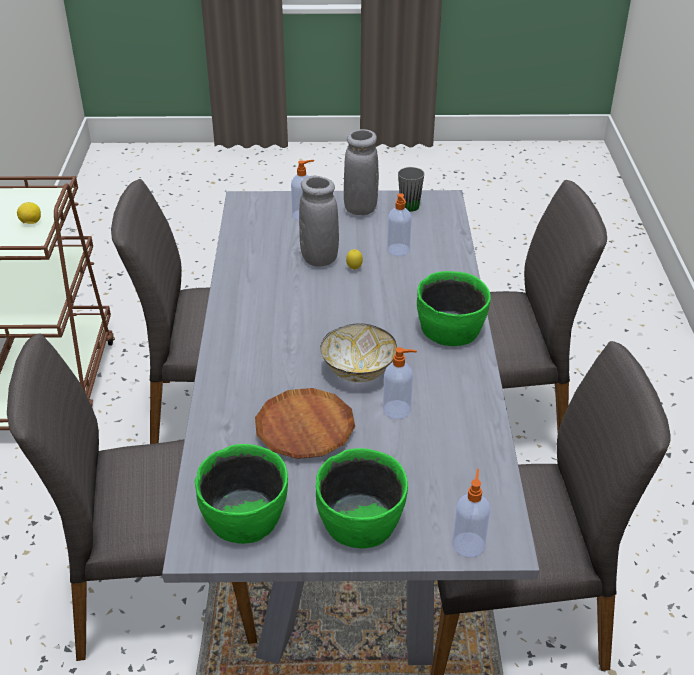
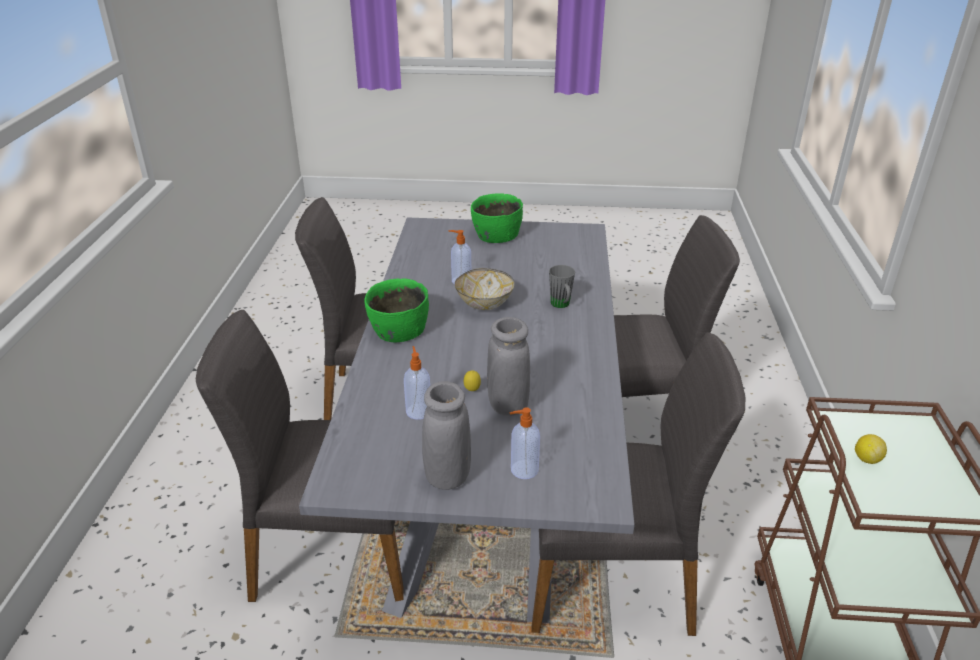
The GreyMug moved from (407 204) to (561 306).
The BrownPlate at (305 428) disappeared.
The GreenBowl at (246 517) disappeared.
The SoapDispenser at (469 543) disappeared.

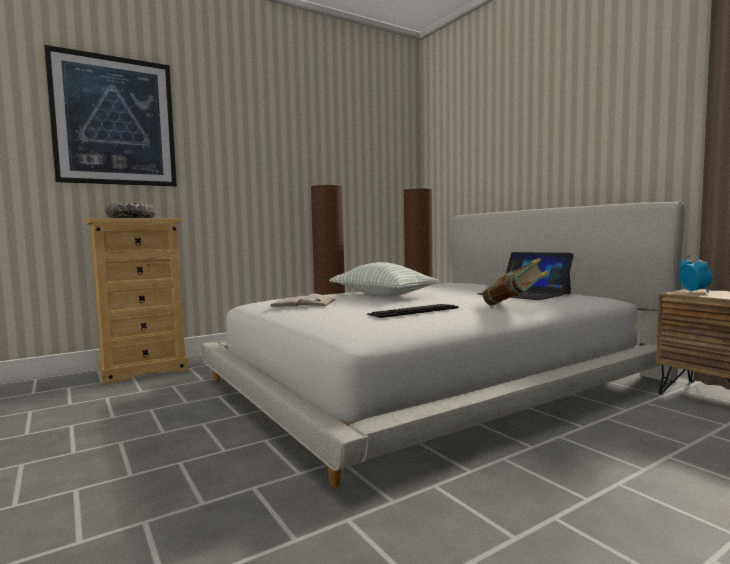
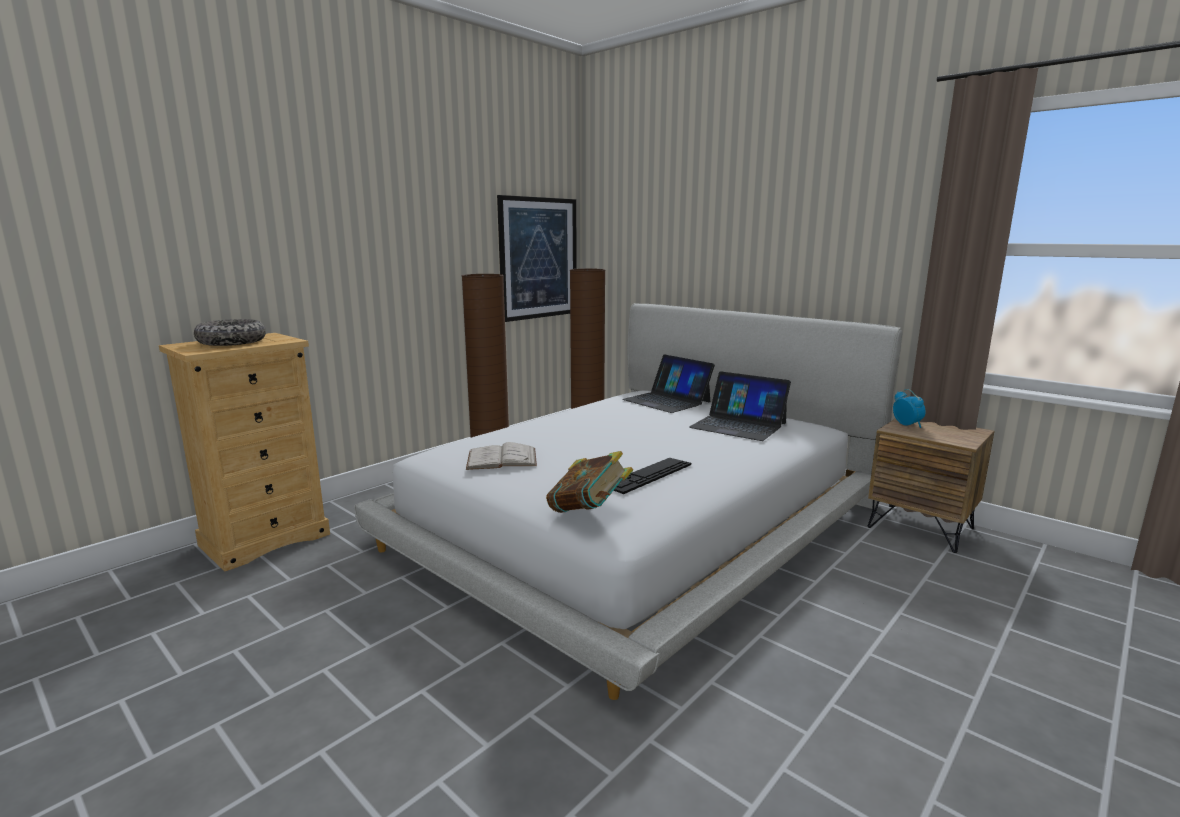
The Picture moved from (115 121) to (538 258).
The Book moved from (514 306) to (589 512).
The Pillow at (382 295) disappeared.
The Laptop at (667 401) appeared.

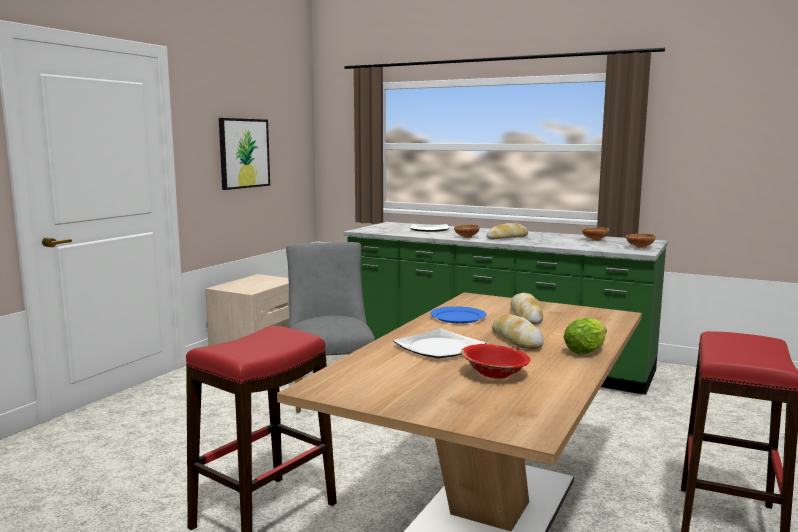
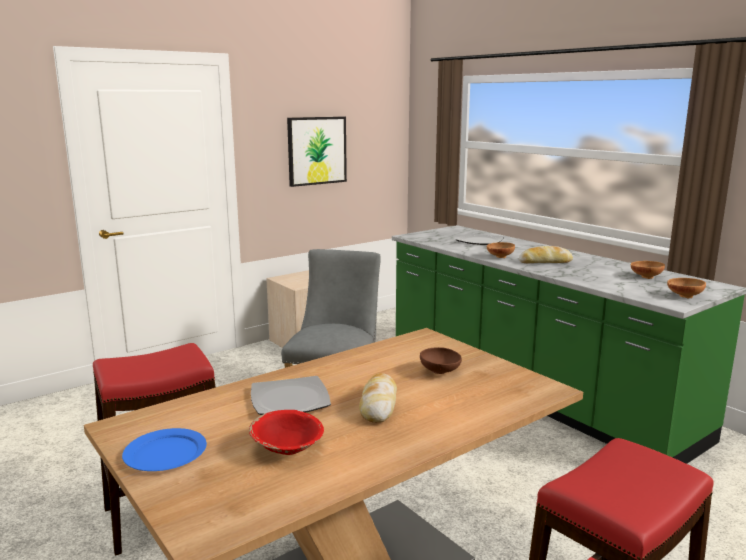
The Bread at (526 315) was replaced by the BrownBowl at (440 372).
The BluePlate moved from (458 317) to (164 454).
The Lettuce at (587 351) disappeared.

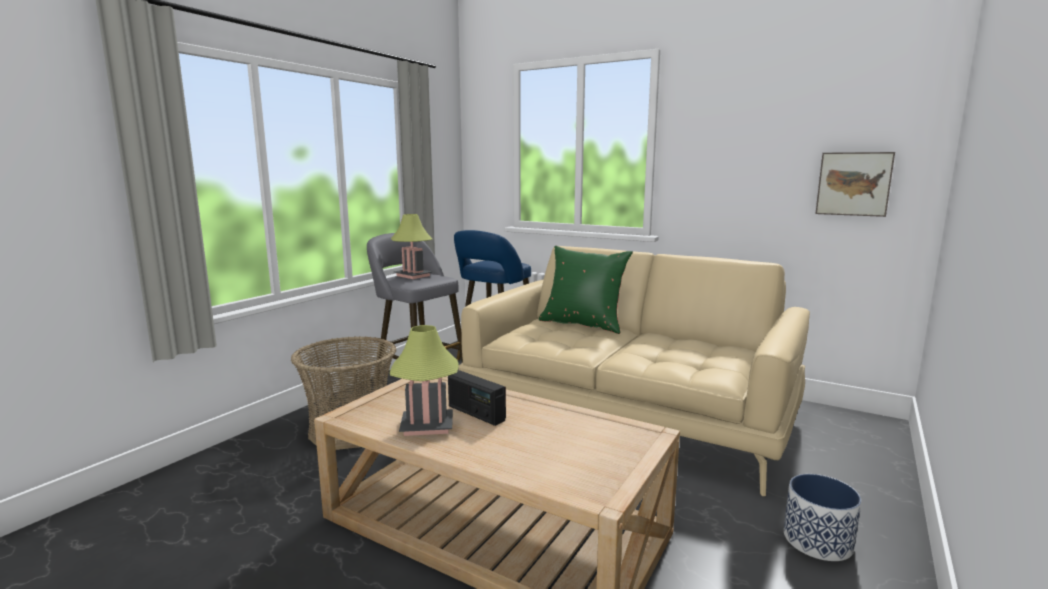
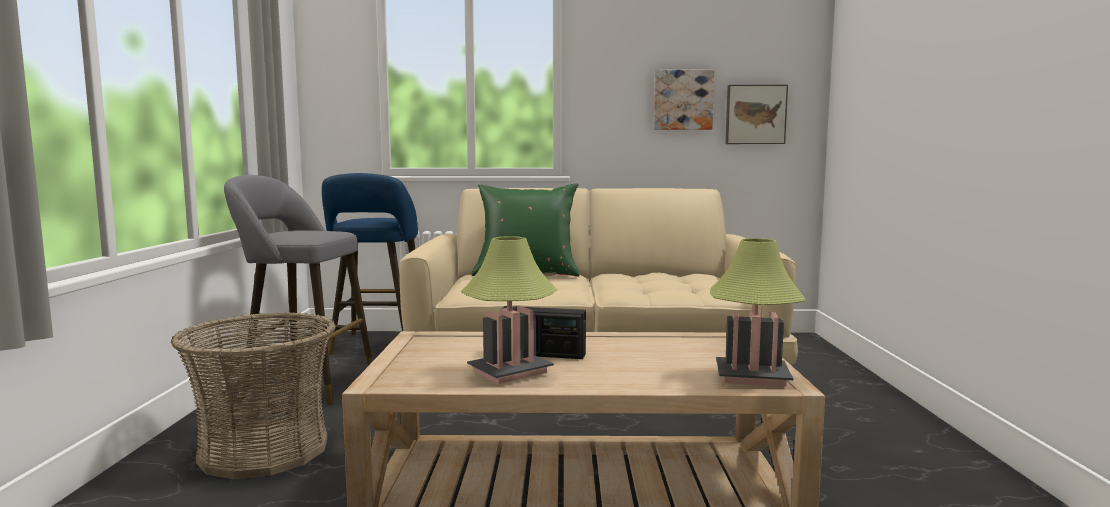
The TableLamp moved from (413 276) to (752 376).
The Planter at (818 541) disappeared.
The Picture at (682 100) appeared.

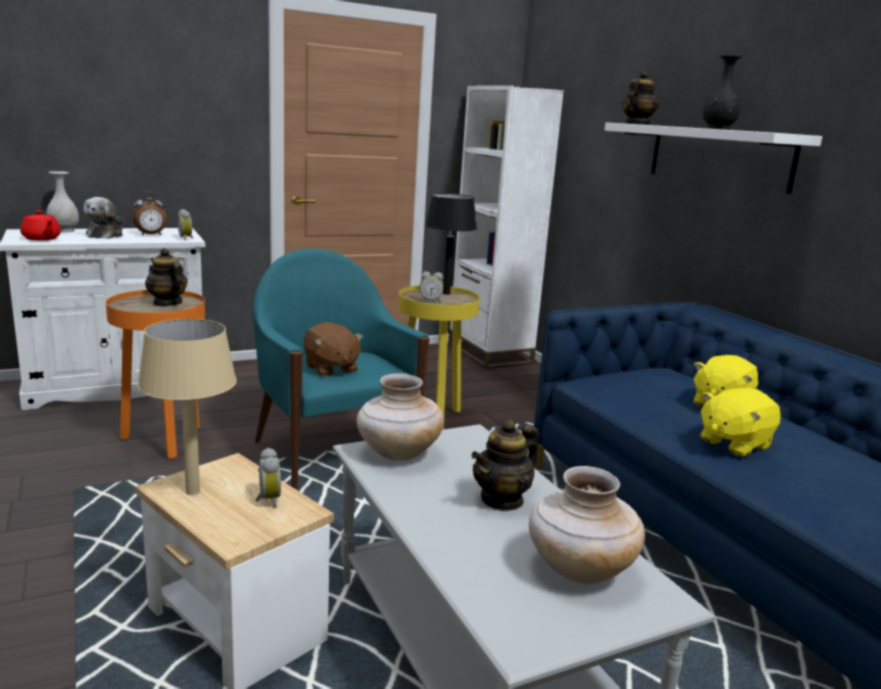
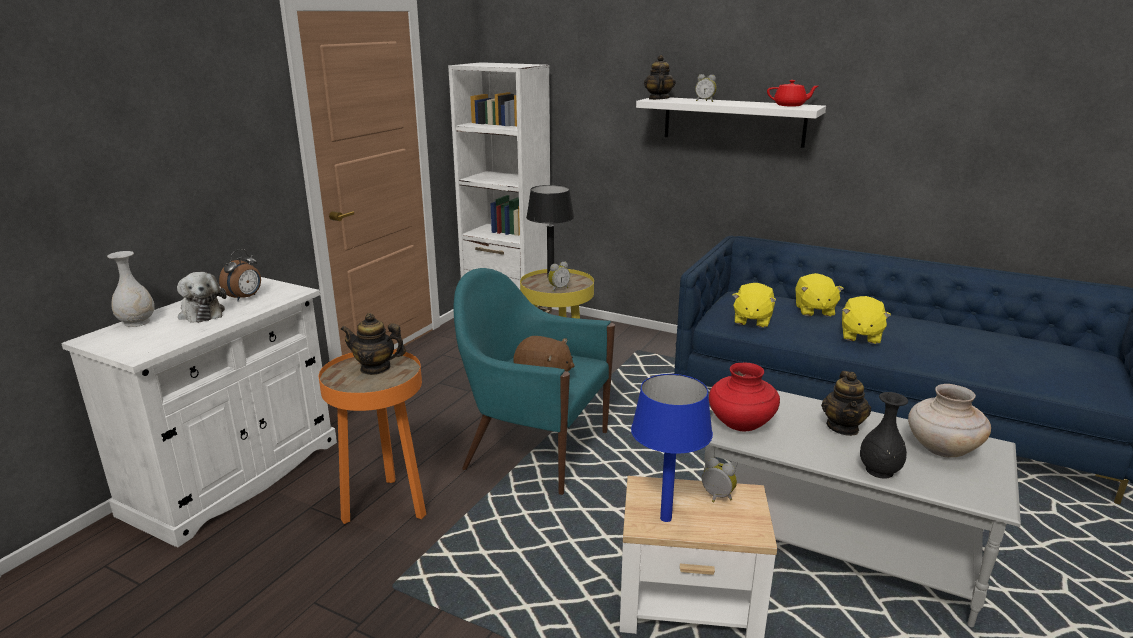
The BlackVase moved from (717 128) to (879 471).
The AlarmClock moved from (186 238) to (705 101).
The RedTeapot moved from (41 239) to (790 105).
The BeigeTableLamp at (192 491) became the BlueTableLamp at (665 518).
The BeigeVase at (398 453) became the RedVase at (740 424).
The YellowPlushToy at (751 320) appeared.

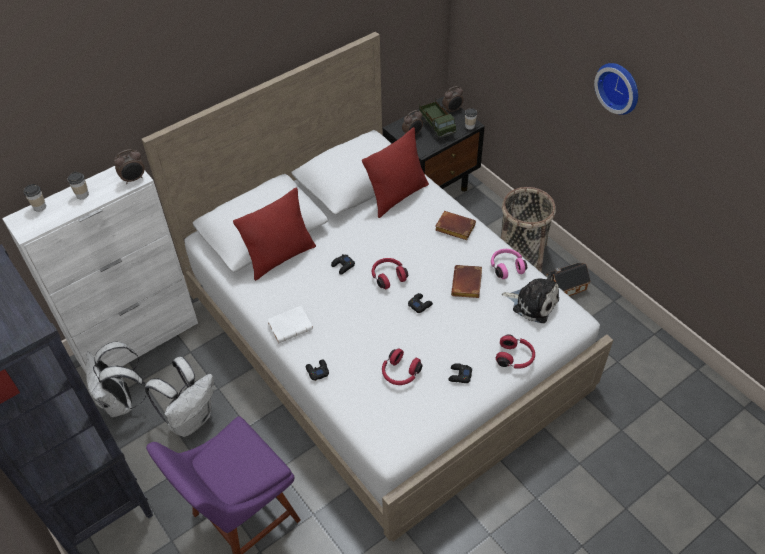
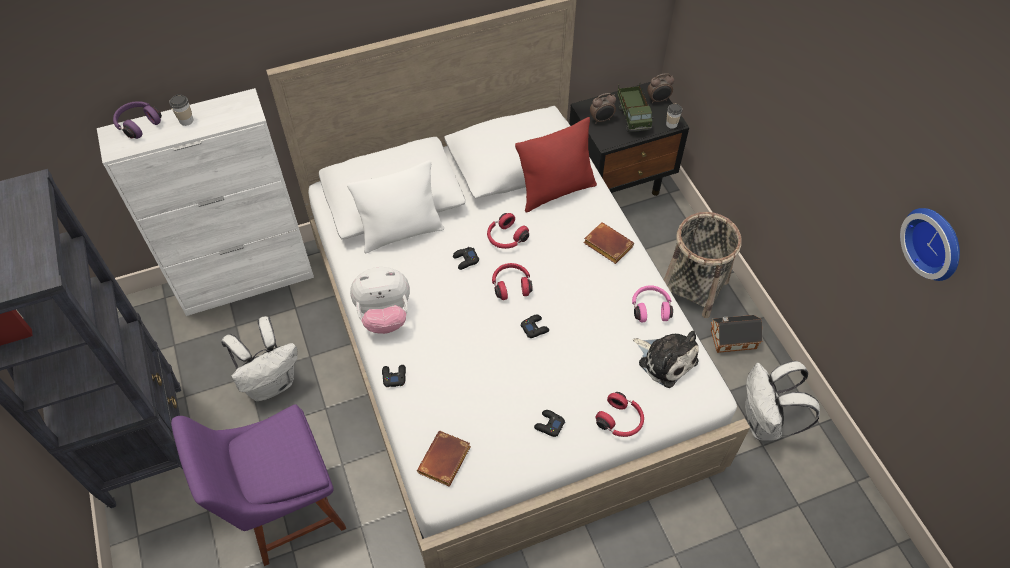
The WallClock moved from (619 87) to (935 242).
The AlarmClock at (134 179) disappeared.
The Cup at (39 207) was replaced by the PurpleHeadphones at (138 124).
The RedPillow at (280 257) became the WhitePillow at (401 233).
The BrownBook moved from (468 285) to (445 462).
The WhiteBook at (291 325) was replaced by the PlushToy at (384 316).
The WhiteBackpack moved from (121 402) to (764 423).
The RedHeadphones moved from (400 373) to (506 238).

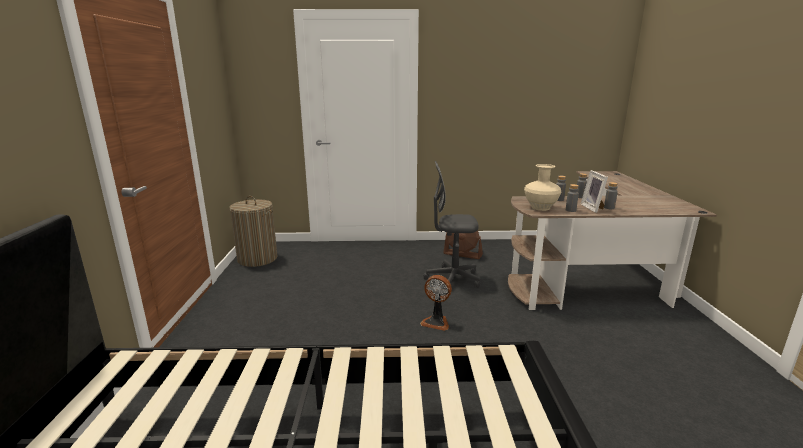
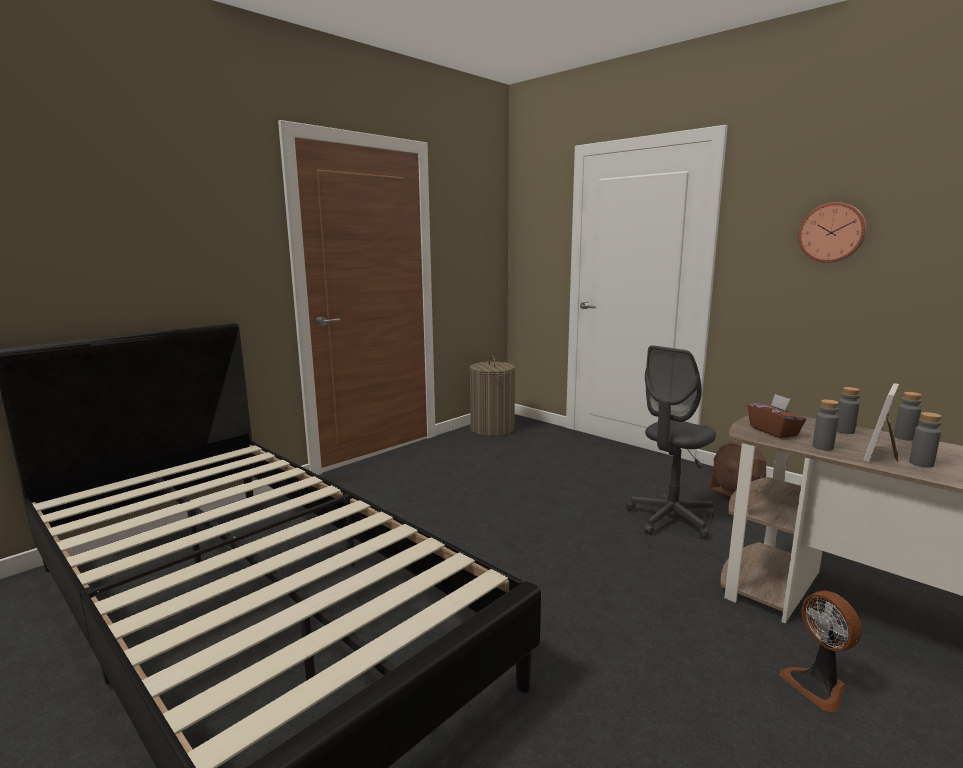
The GreyOfficeChair at (452 279) turned 90 degrees counterclockwise.
The BeigeVase at (540 208) was replaced by the BrownTissueBox at (774 431).
The Fan moved from (436 322) to (817 686).
The WallClock at (832 232) appeared.

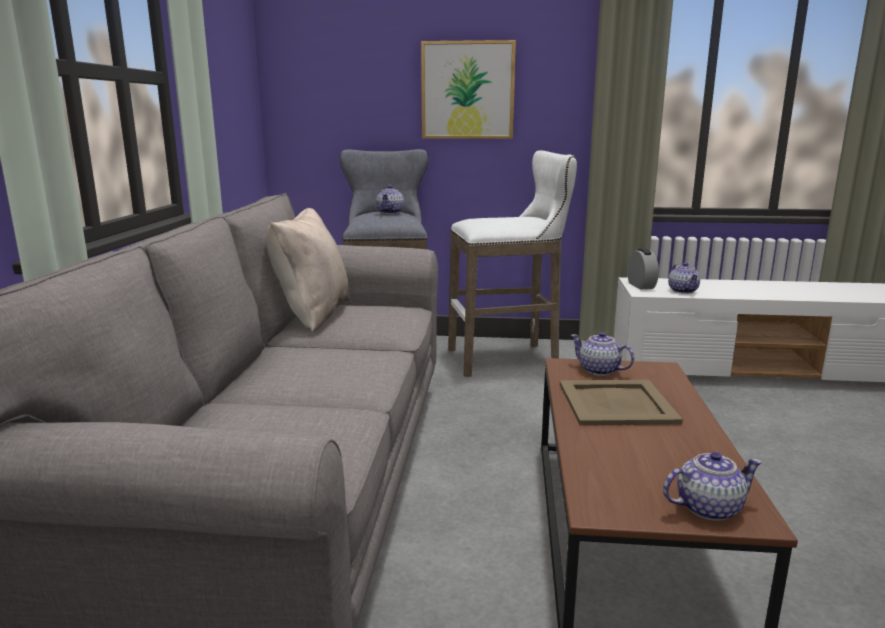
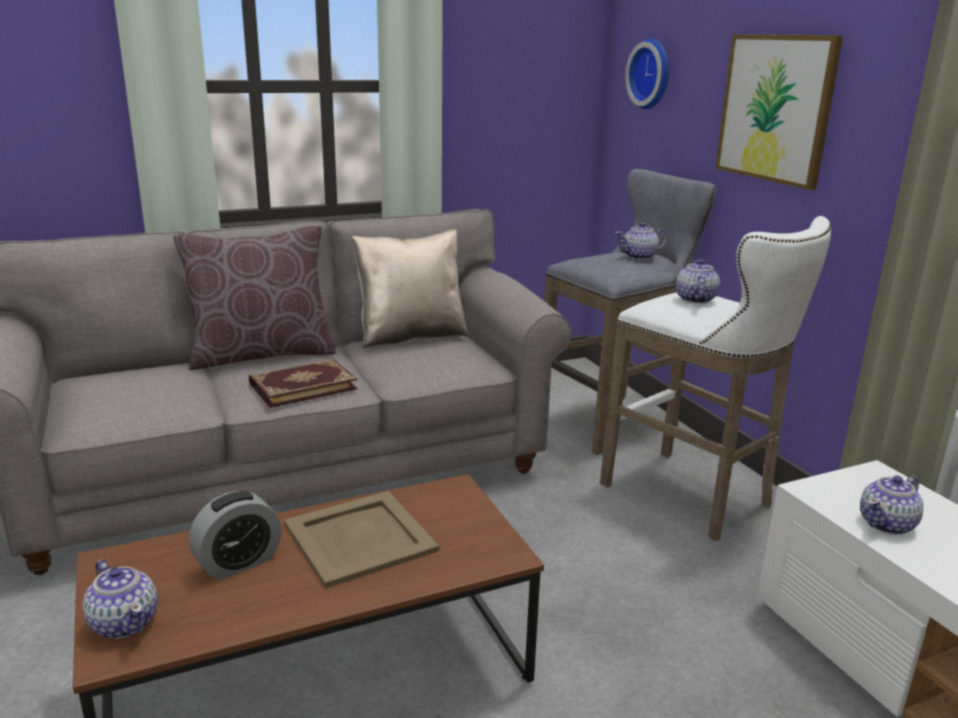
The AlarmClock moved from (641 286) to (238 563).
The Teapot moved from (599 370) to (695 299).
The WallClock at (652 74) appeared.
The BrownPillow at (262 354) appeared.
The Book at (302 386) appeared.

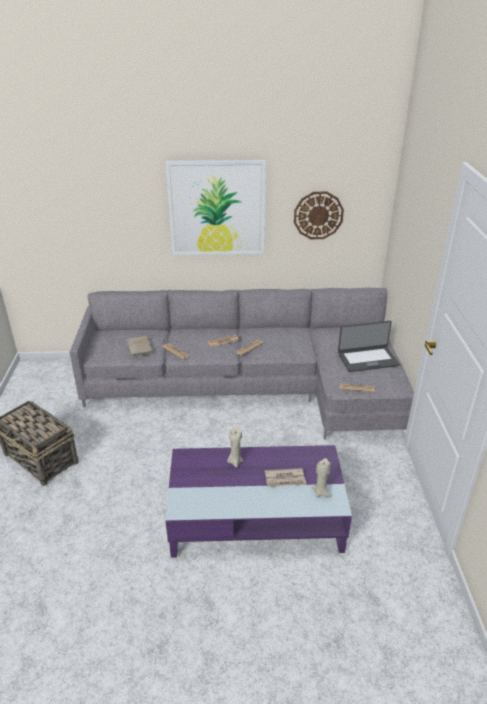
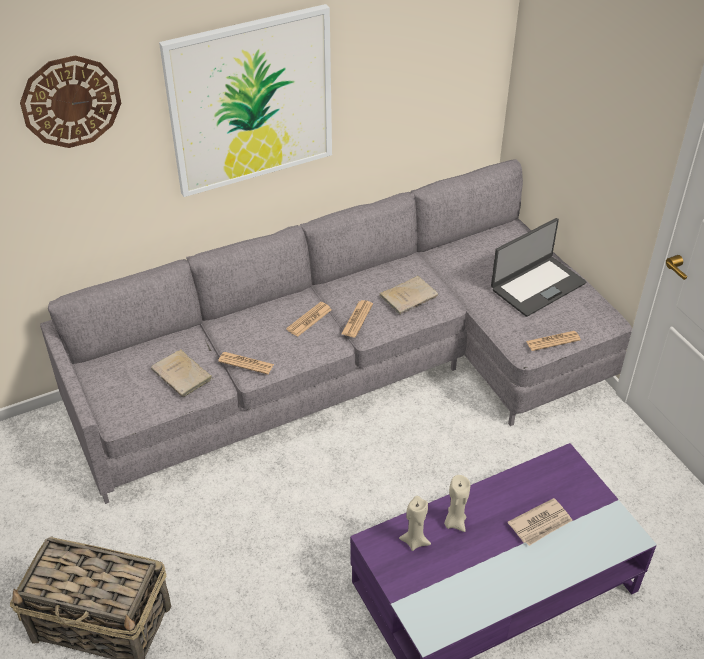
The WallClock moved from (318 215) to (71 101).
The BeigeCandle moved from (321 492) to (414 541).
The BeigeBook at (410 296) appeared.

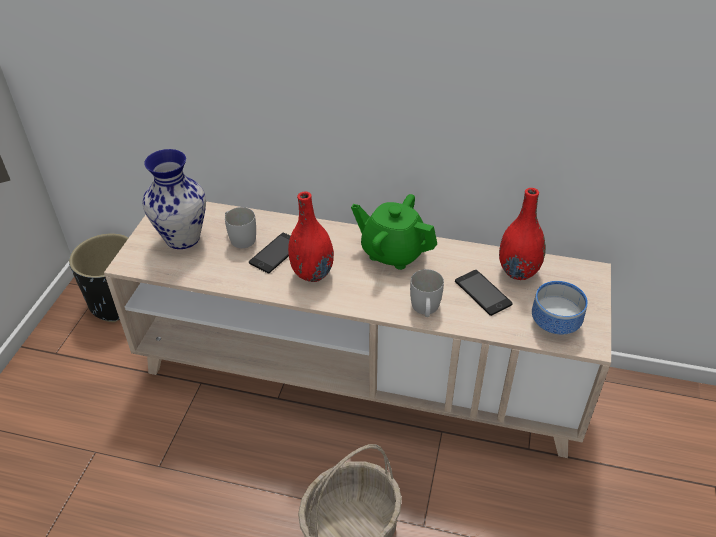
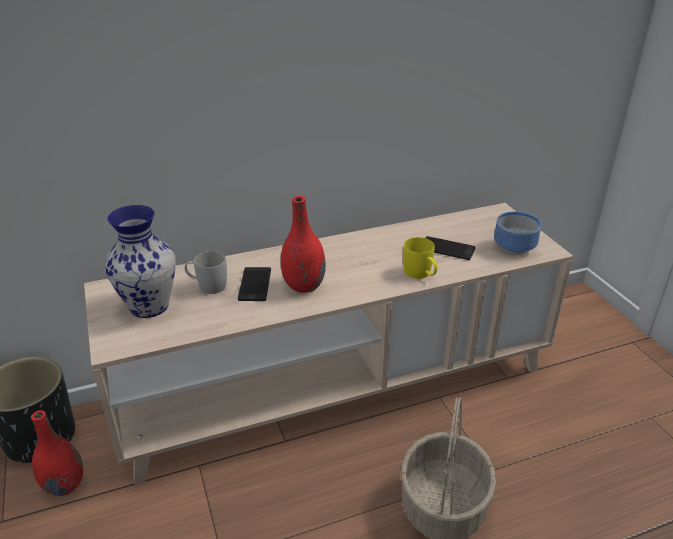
The RedVase moved from (518 271) to (64 485).
The GreenTeapot at (393 252) disappeared.
The WhiteMug at (425 309) became the YellowMug at (420 274).

